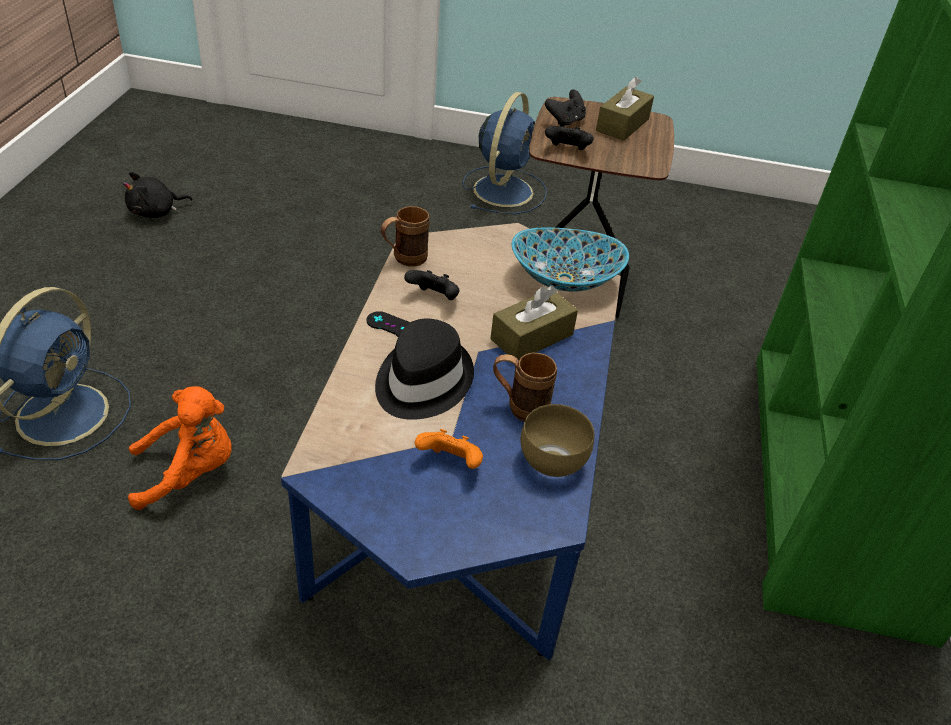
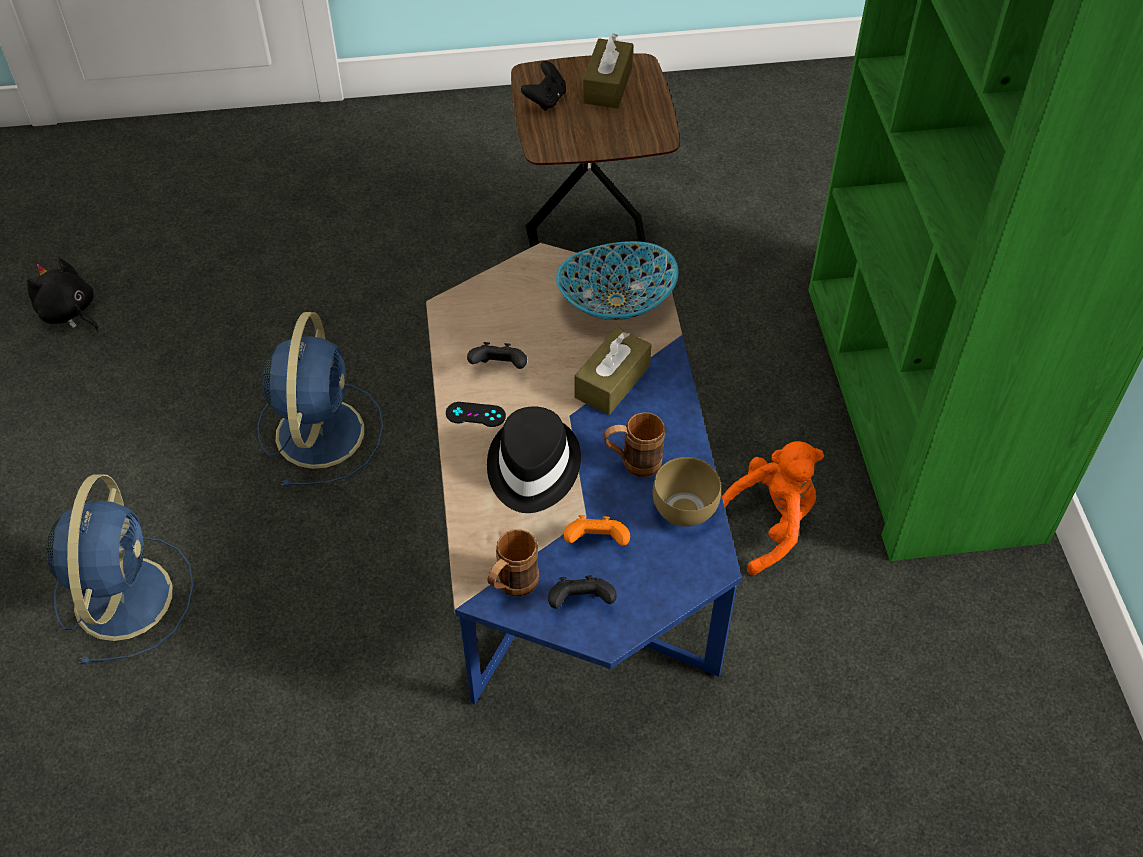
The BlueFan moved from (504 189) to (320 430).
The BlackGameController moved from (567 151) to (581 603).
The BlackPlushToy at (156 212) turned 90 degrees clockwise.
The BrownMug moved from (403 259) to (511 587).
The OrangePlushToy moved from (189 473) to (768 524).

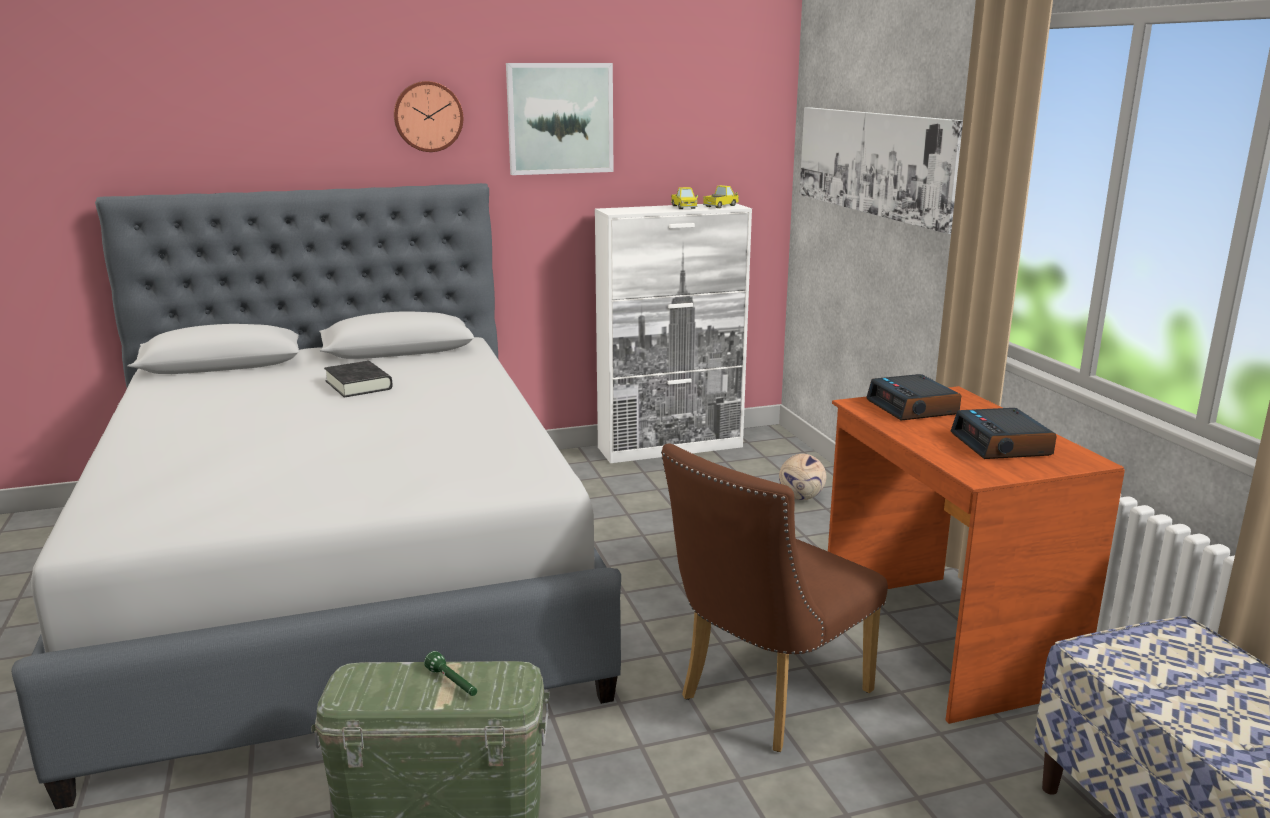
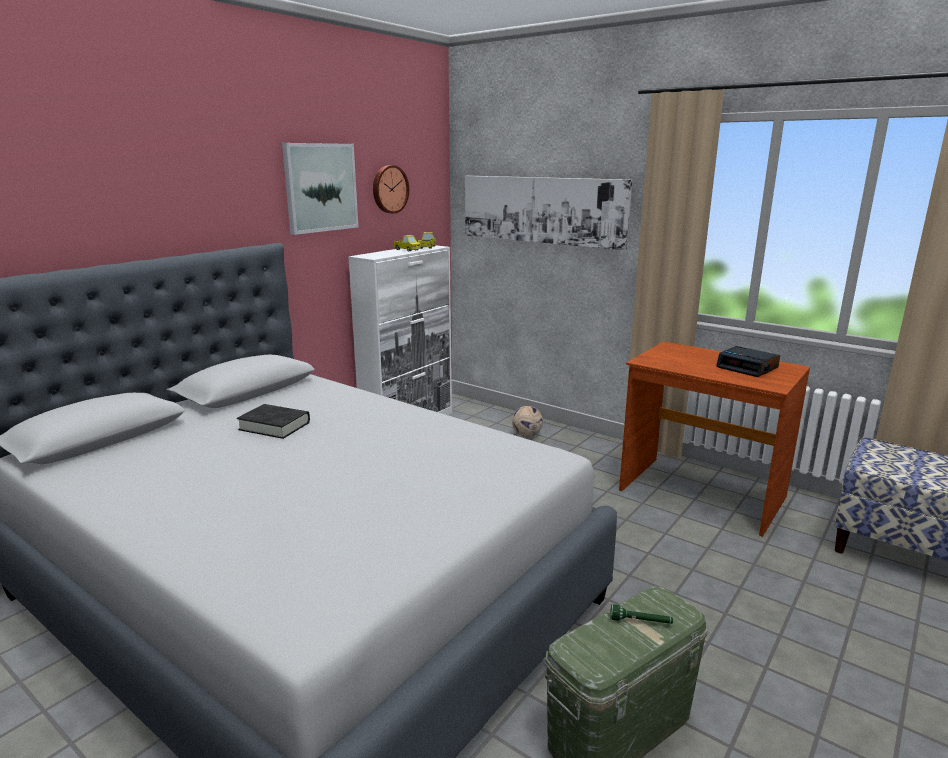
The WallClock moved from (428 116) to (389 189).
The AlarmClock at (913 407) disappeared.
The BrownChair at (764 698) disappeared.

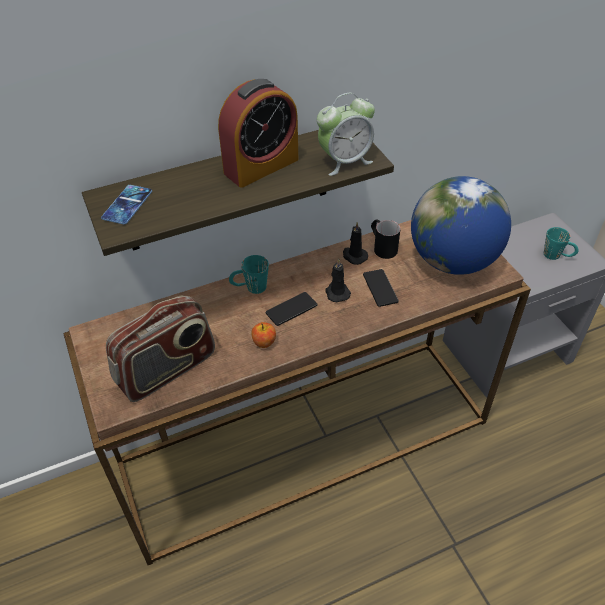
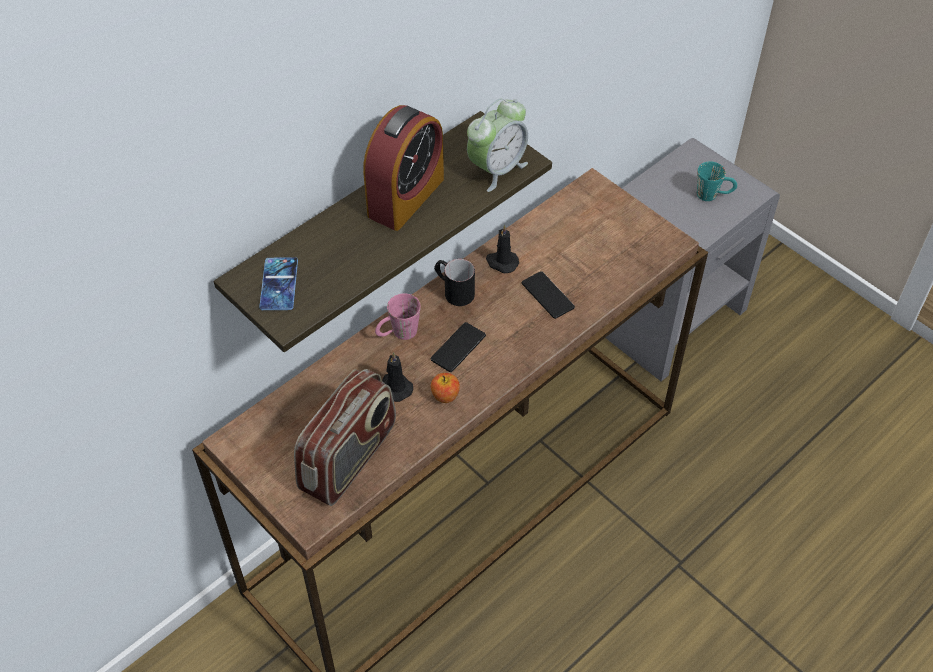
The Globe at (453 261) disappeared.
The BlackMug moved from (382 247) to (453 290).
The TurquoiseMug at (250 288) became the PinkMug at (398 334).
The BlackCandle moved from (337 292) to (395 387).

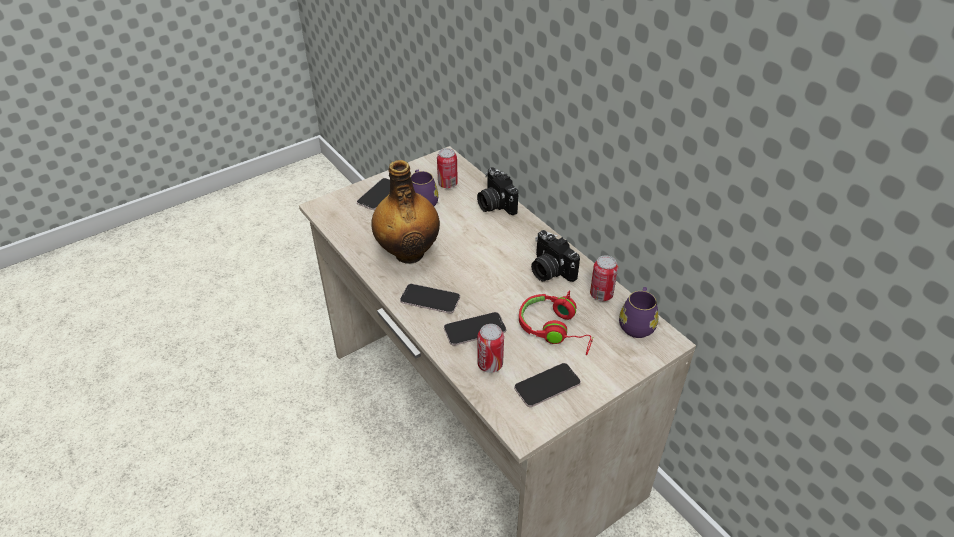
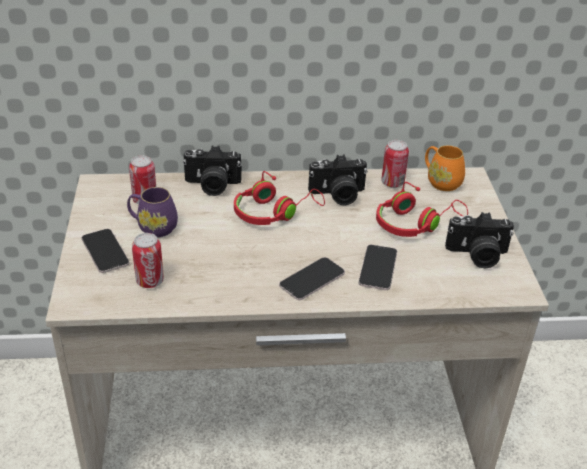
The Bottle at (408 252) disappeared.
The PurpleMug at (637 323) became the OrangeMug at (440 181).
The Can moved from (490 364) to (150 281).
The Phone at (547 385) was replaced by the PhotoCamera at (477 255).
The RedHeadphones at (274 212) appeared.

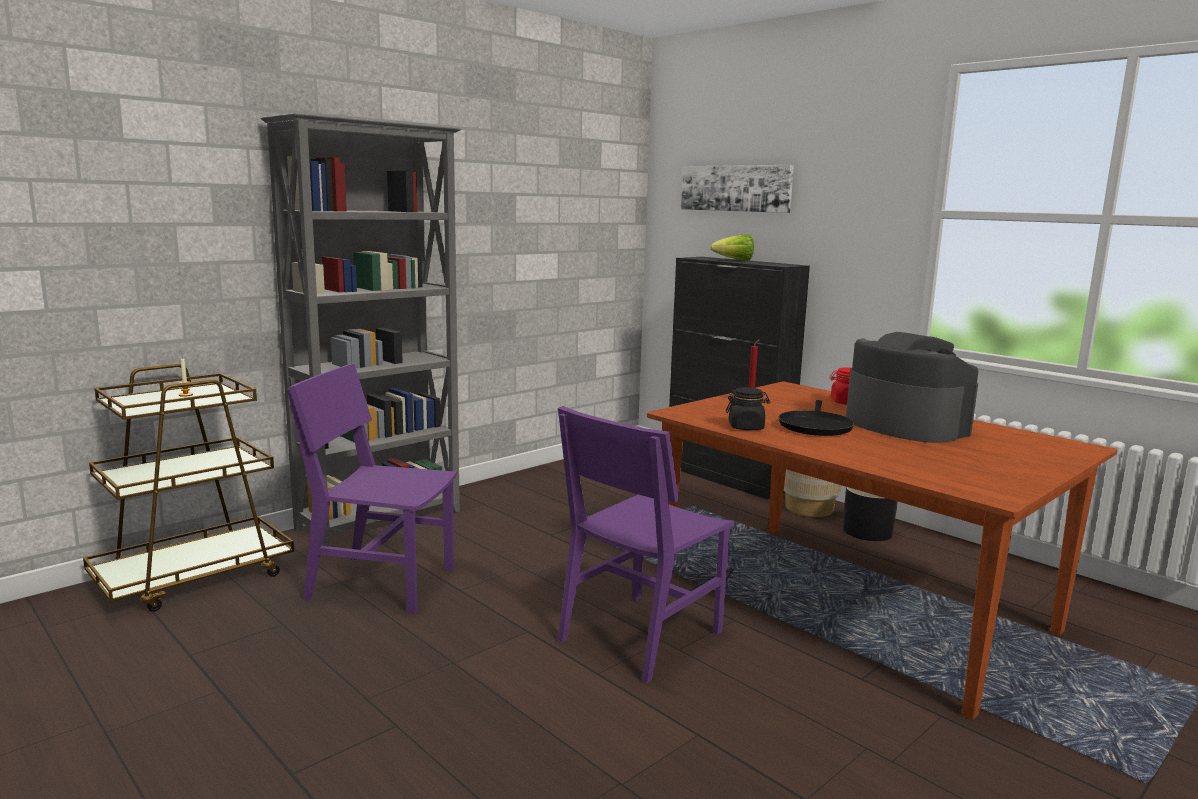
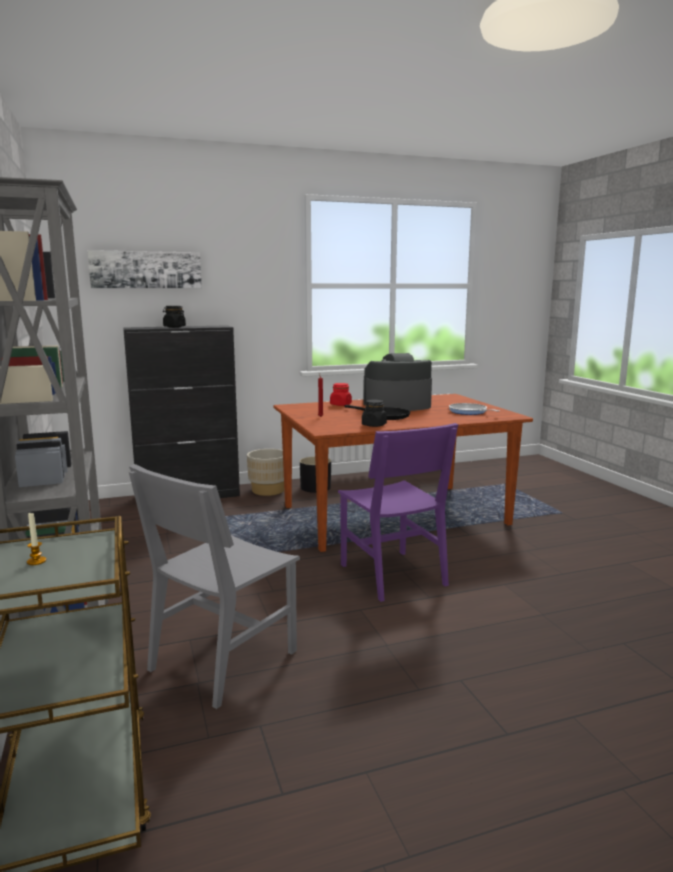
The Lettuce at (734 260) was replaced by the BlackJar at (174 327).
The PurpleChair at (382 583) became the GreyChair at (223 660).
The FryingPan at (469 412) appeared.

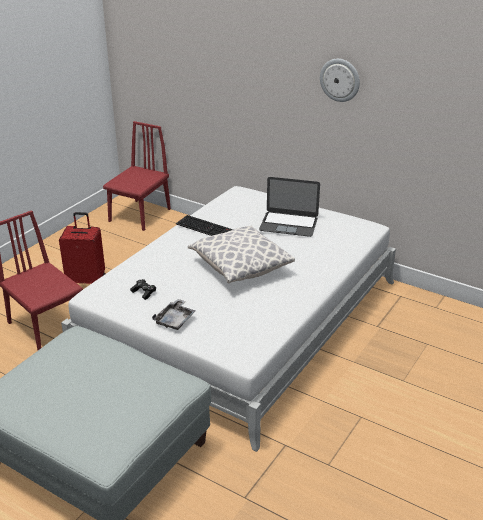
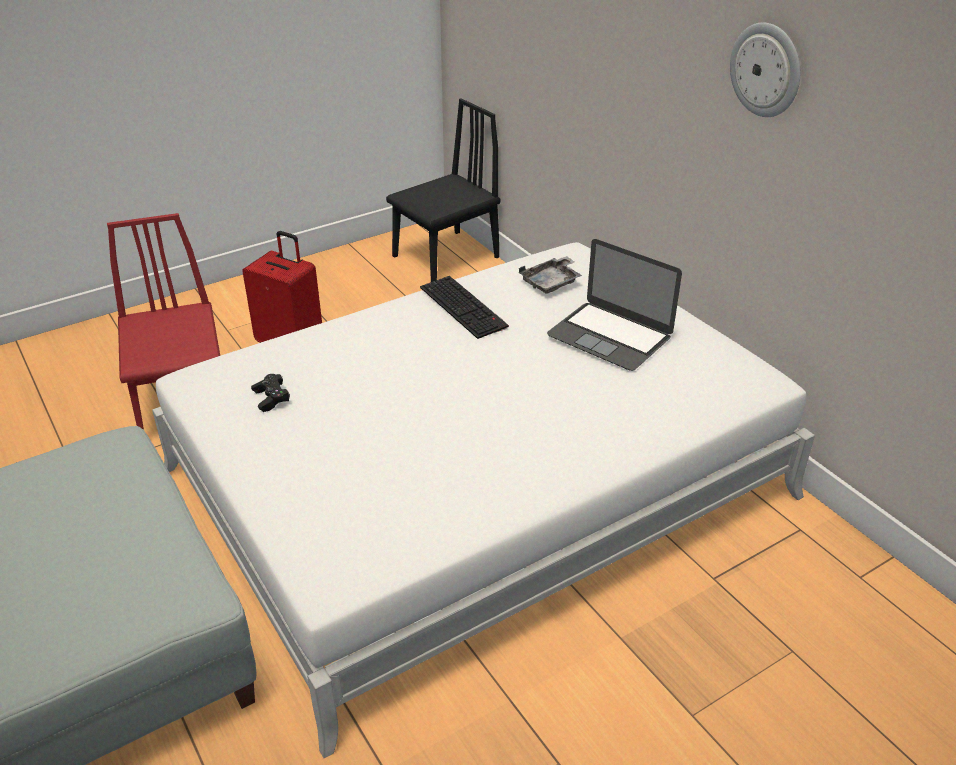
The RedChair at (140 215) became the BlackChair at (445 256).
The Pillow at (240 267) disappeared.
The GreyTray moved from (175 320) to (551 282).

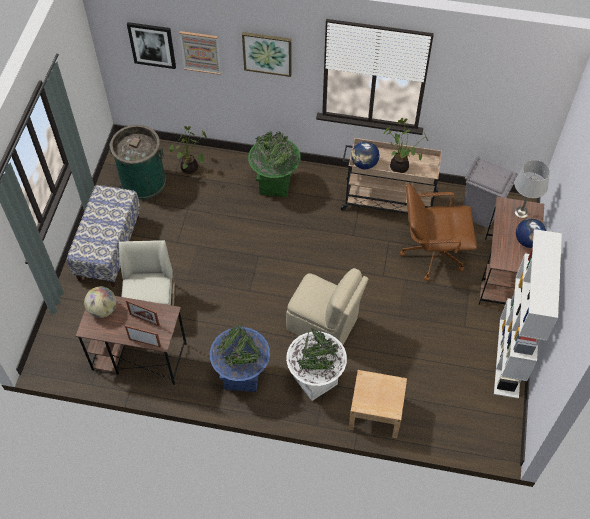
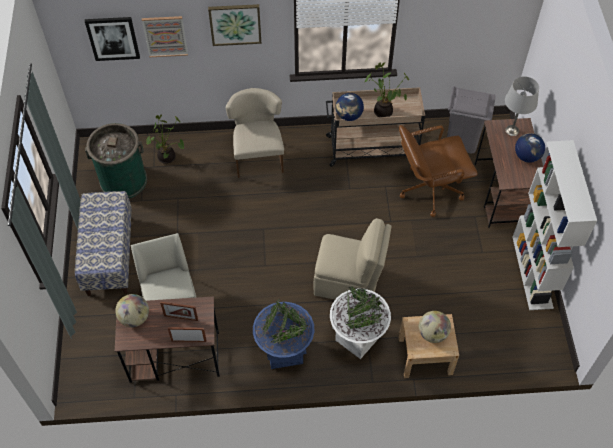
The GreenPlanter at (275 184) was replaced by the BeigeChair at (258 155).
The Globe at (432 333) appeared.

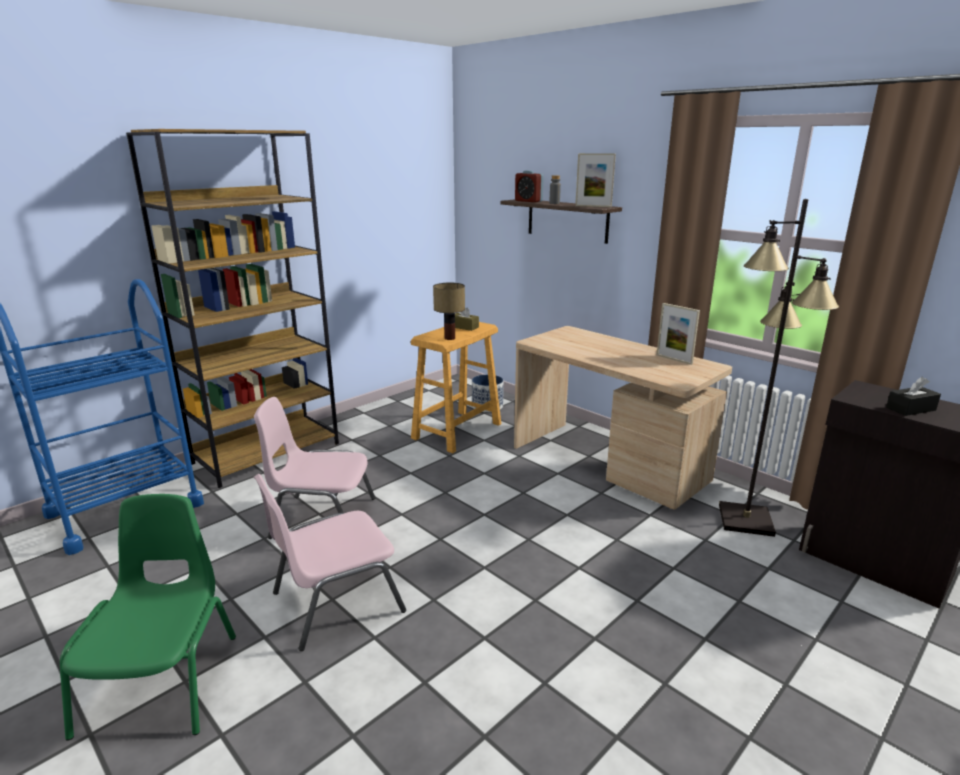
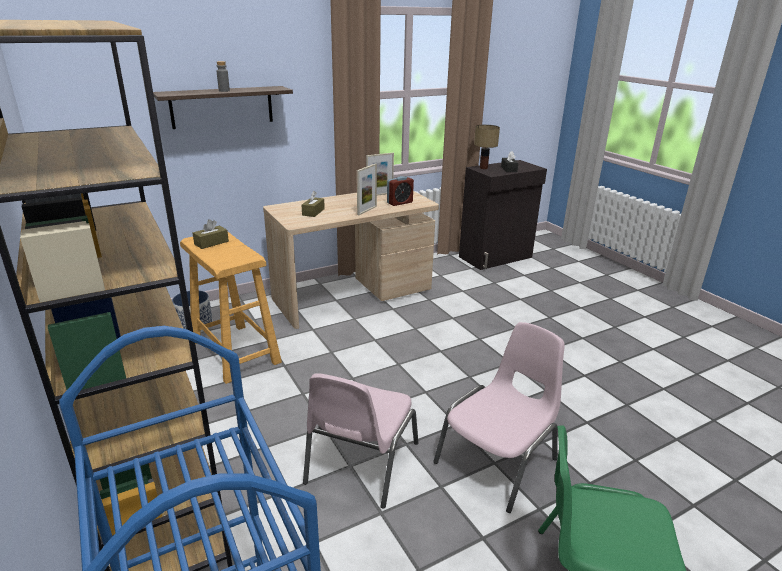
The PictureFrame moved from (593 206) to (367 210).
The AlarmClock moved from (528 201) to (399 203).
The BlackFloorLamp at (744 519) disappeared.
The TableLamp moved from (449 338) to (483 168).
The PinkChair at (335 602) turned 120 degrees counterclockwise.
The BrownTissueBox at (313 212) appeared.

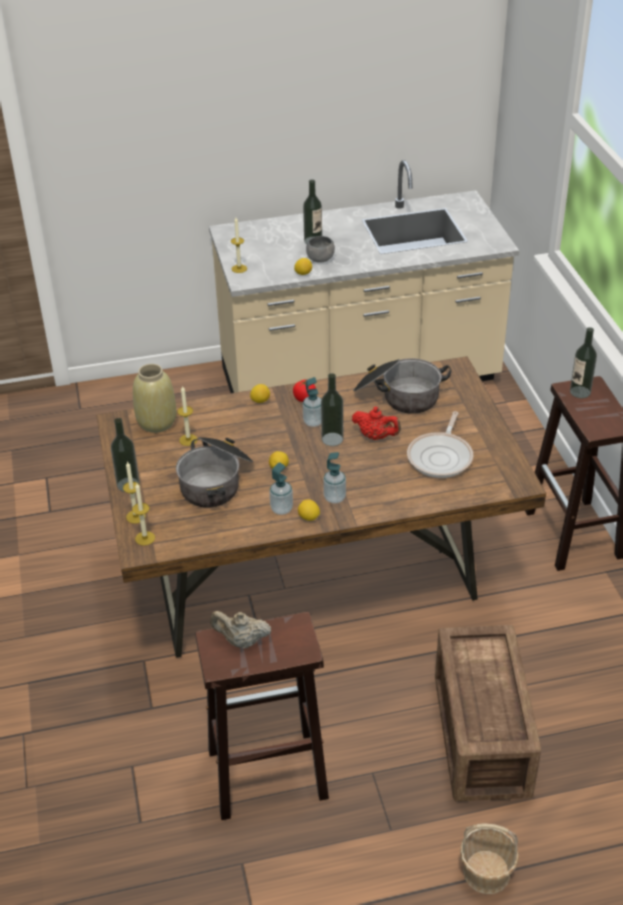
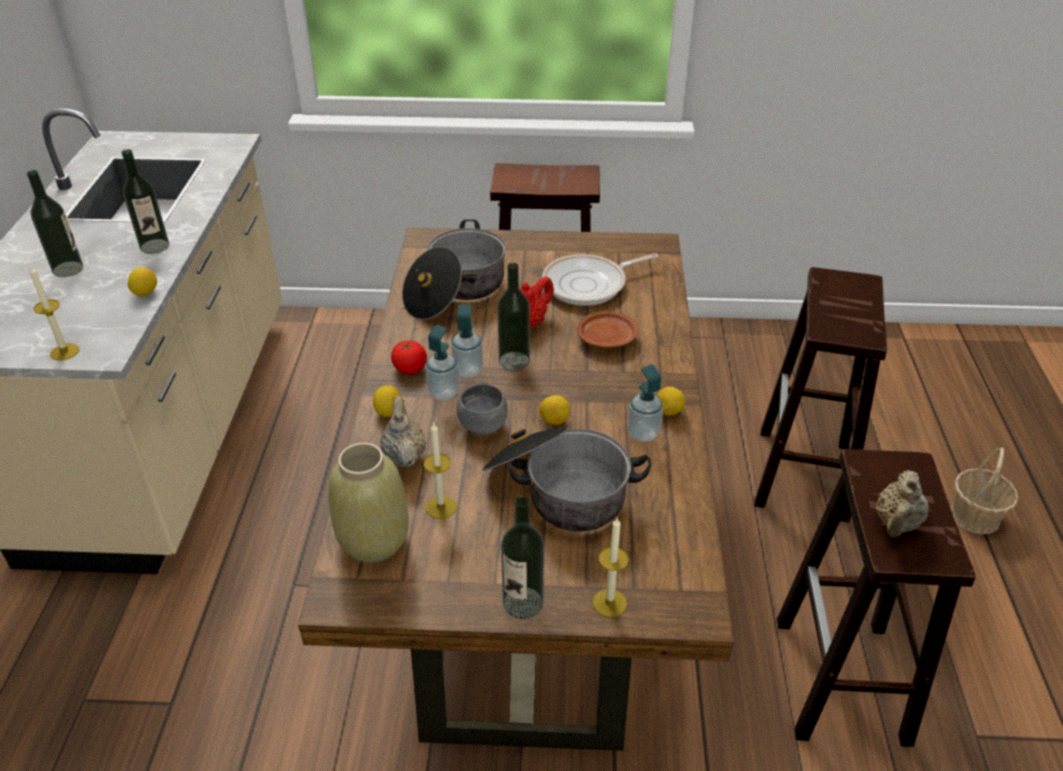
The GreyBowl moved from (320 259) to (482 425).
The Bottle moved from (580 392) to (154 246).
The FryingPan at (441 456) turned 120 degrees clockwise.
The SoapDispenser moved from (334 498) to (443 392).
The Candle at (145 538) disappeared.
The Crate at (479 736) was replaced by the BrownStool at (803 475).
The BrownPlate at (607 338) appeared.
The BeigeTeapot at (404 455) appeared.

